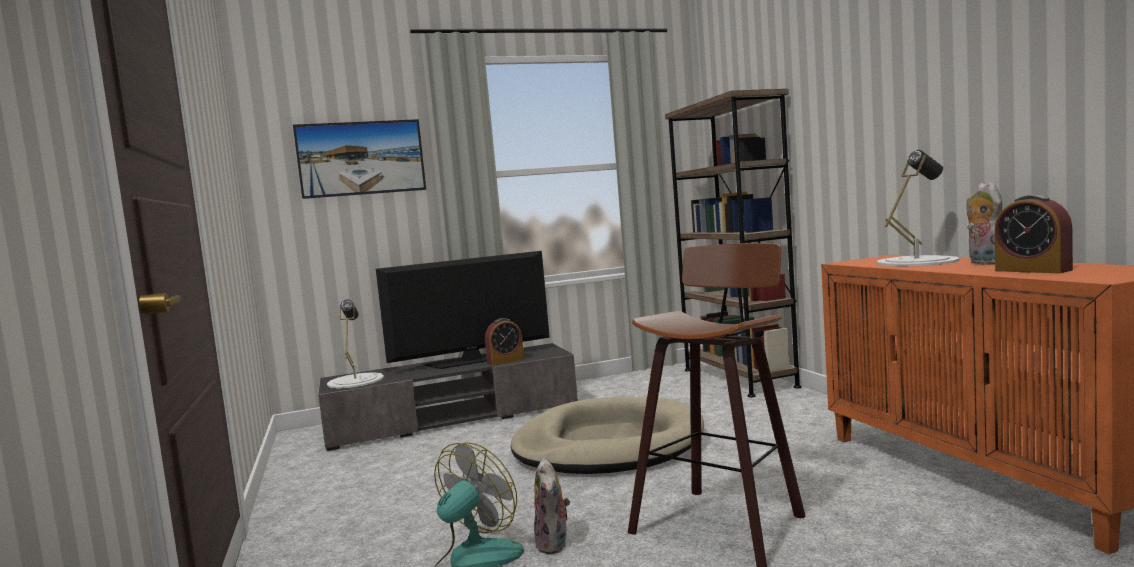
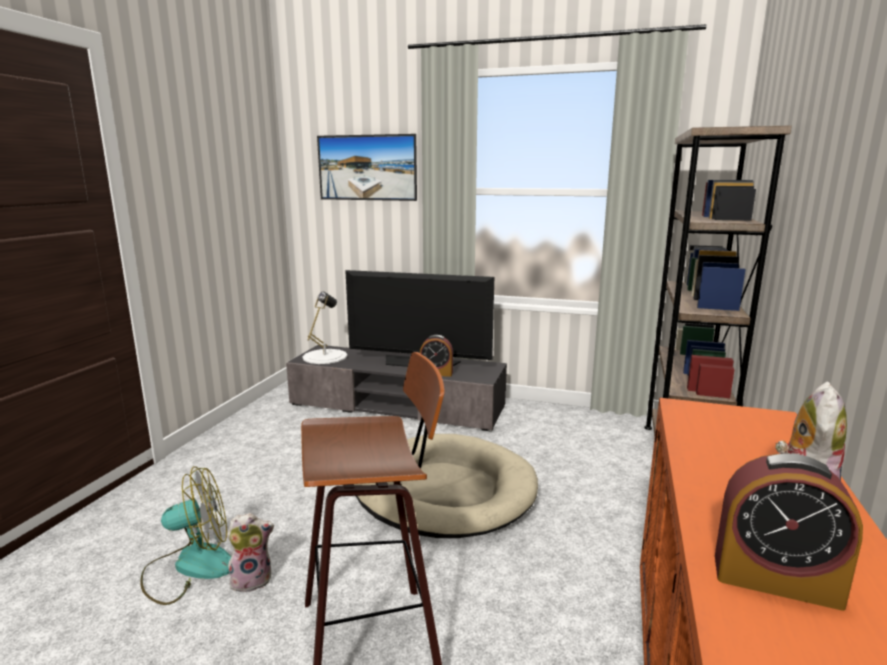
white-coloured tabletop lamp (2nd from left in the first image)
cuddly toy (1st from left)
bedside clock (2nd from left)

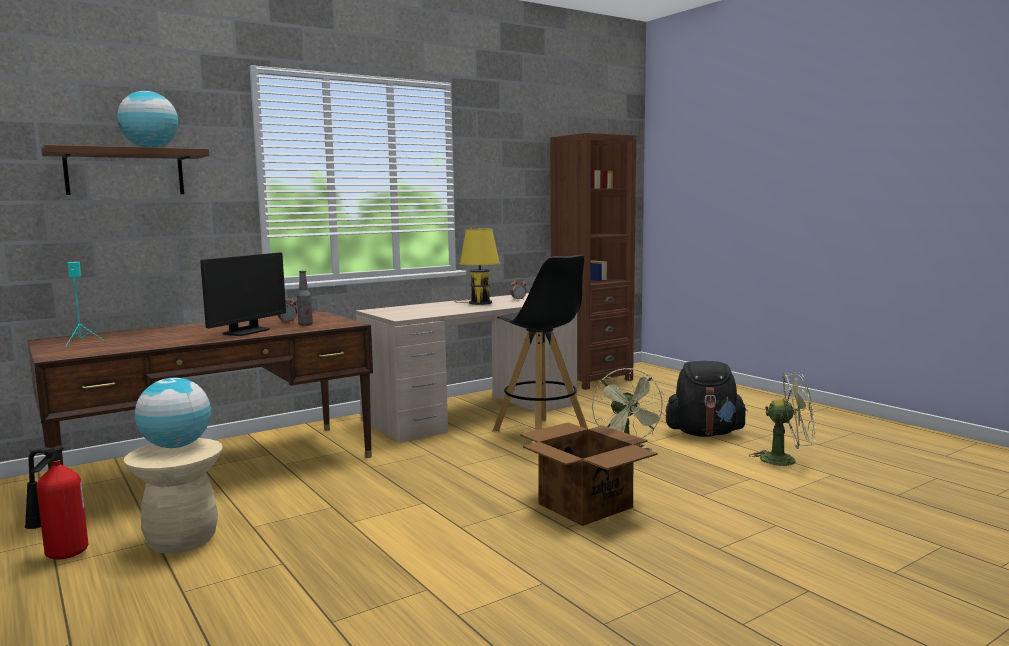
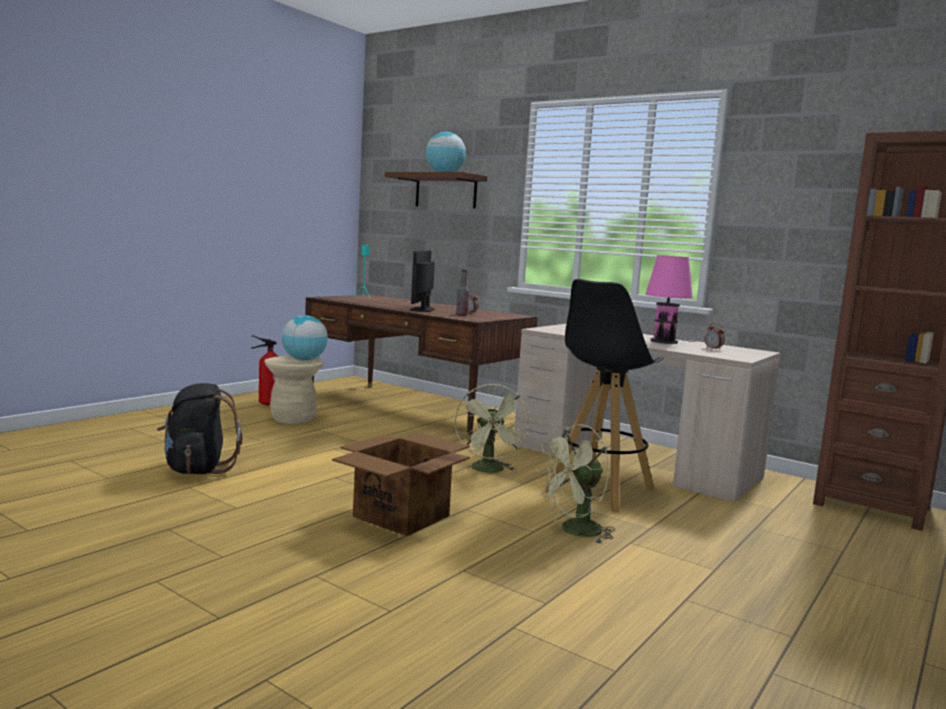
black-coloured knapsack
green cooling fan (1st from left)
pink tabletop lamp
computer display

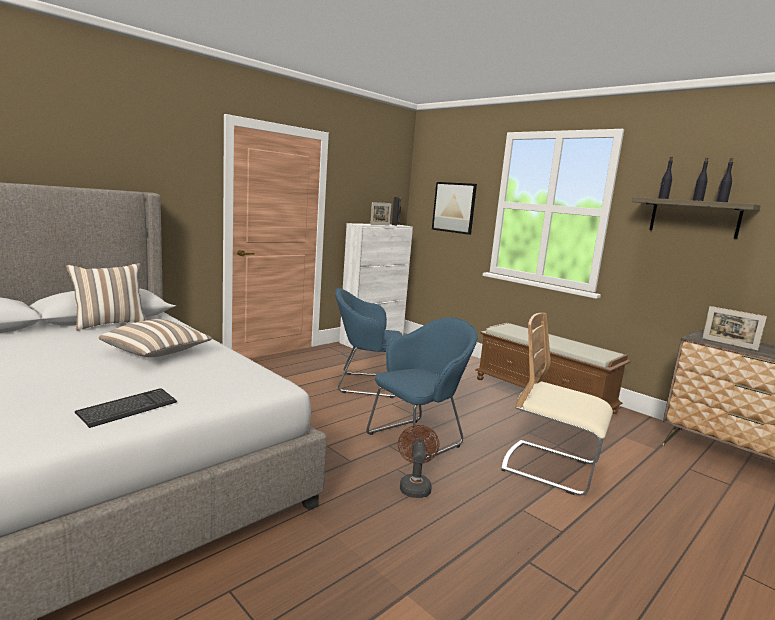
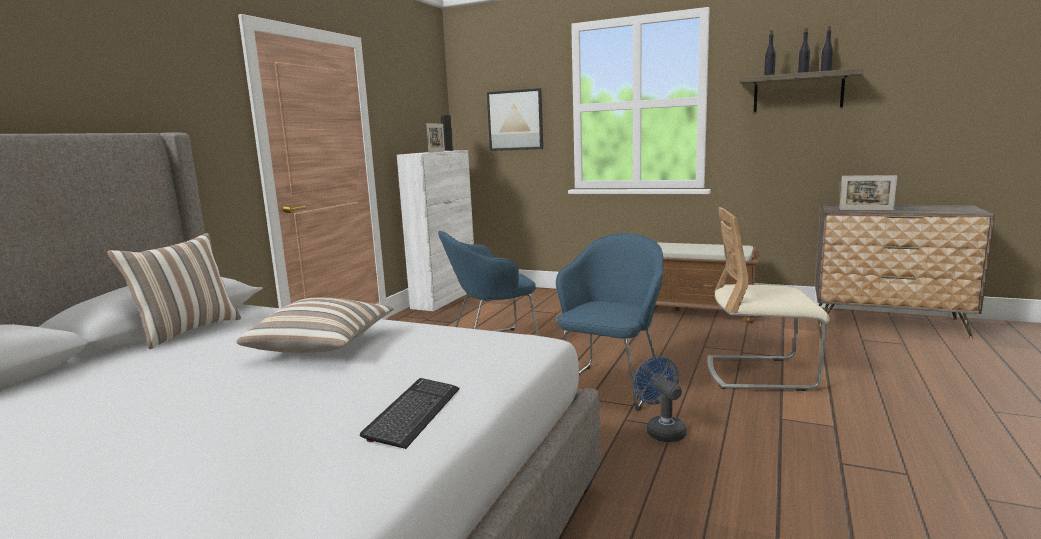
bluish cooling fan

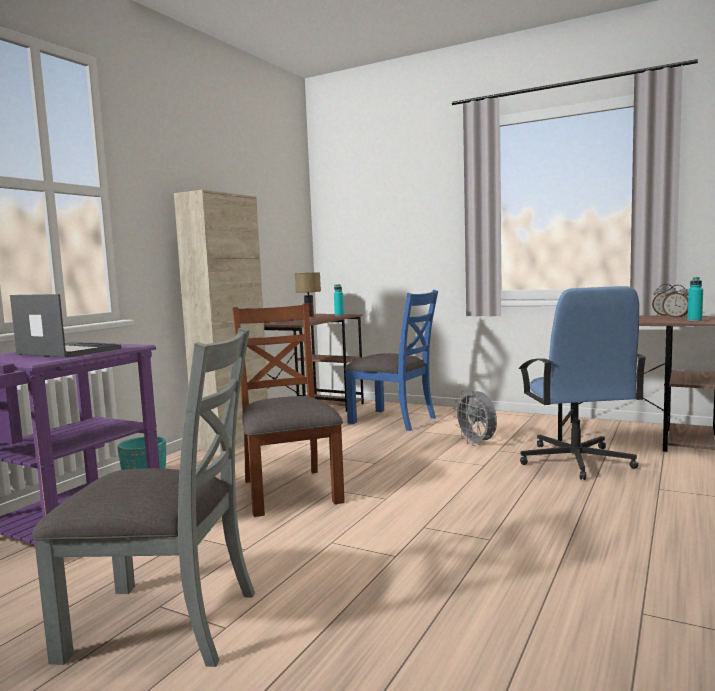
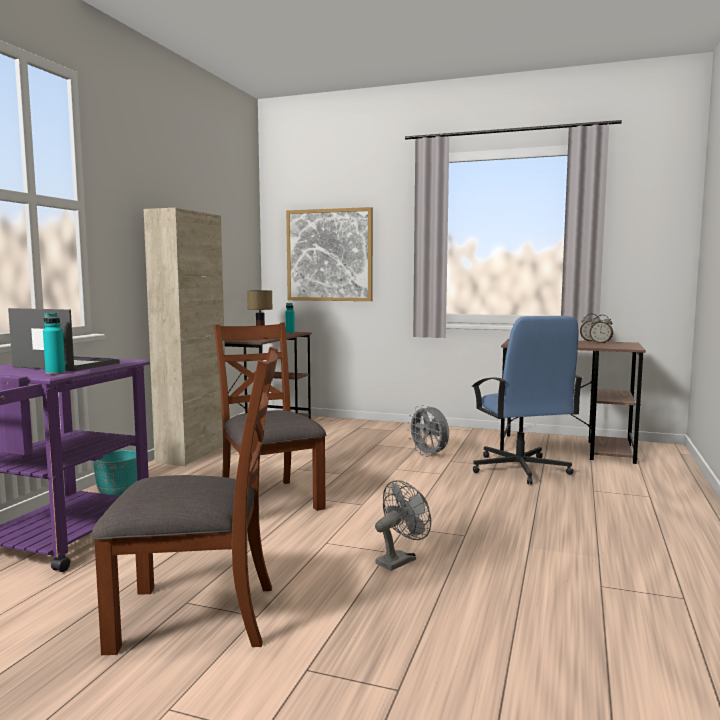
bluish upright chair
picture
grey cooling fan (1st from left)
turquoise drink bottle (1st from left)
brown upright chair (1st from left)

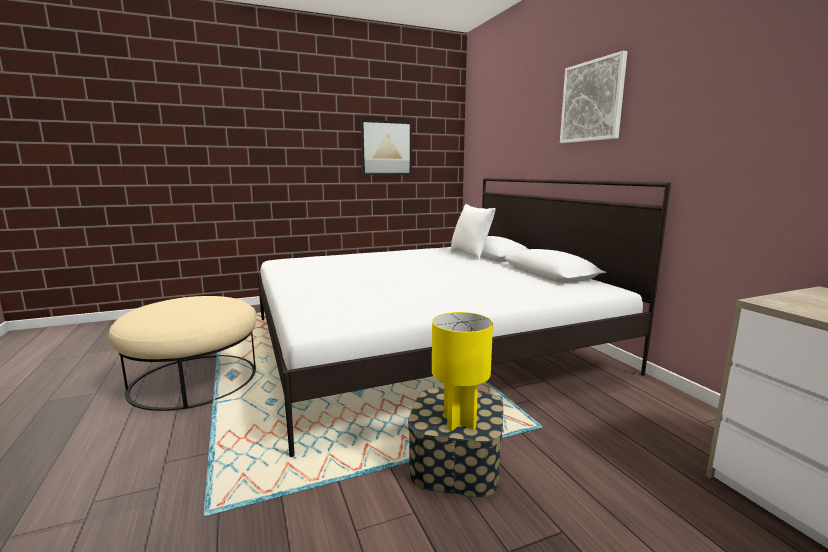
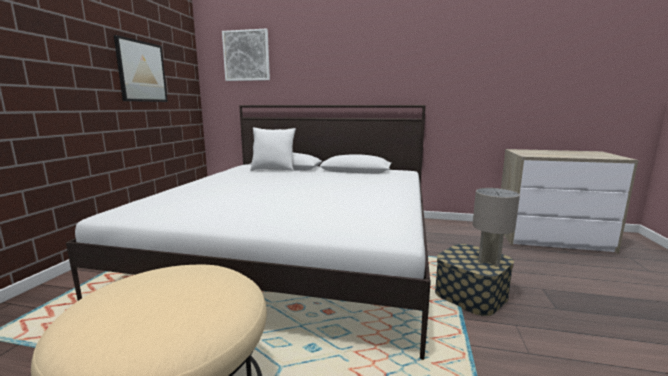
picture (2nd from left)
grey tabletop lamp

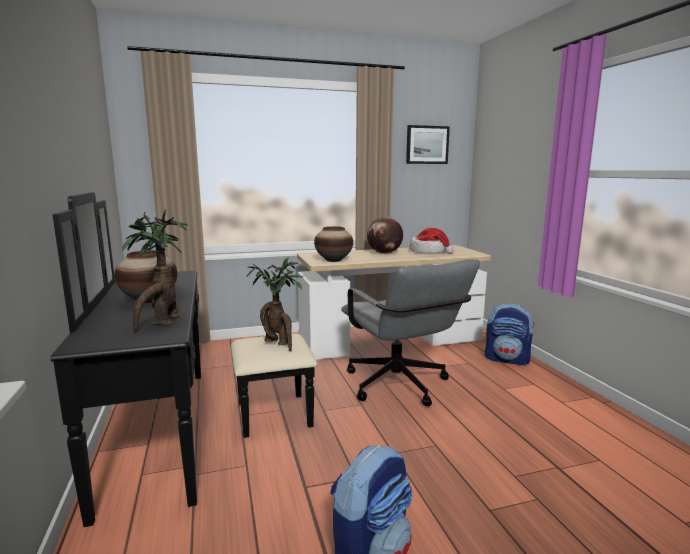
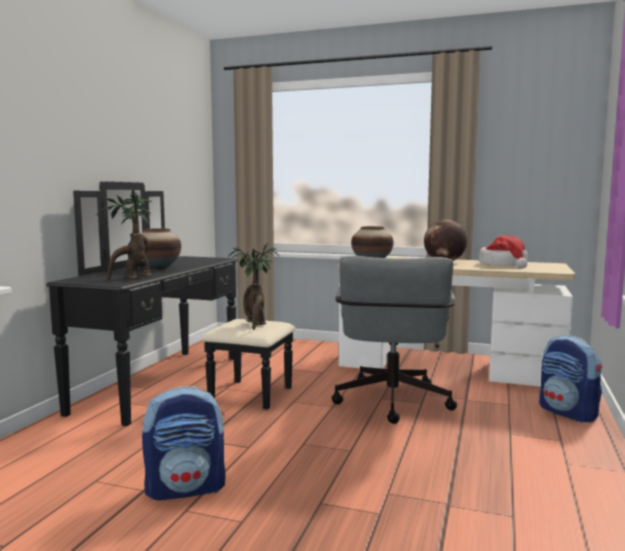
picture

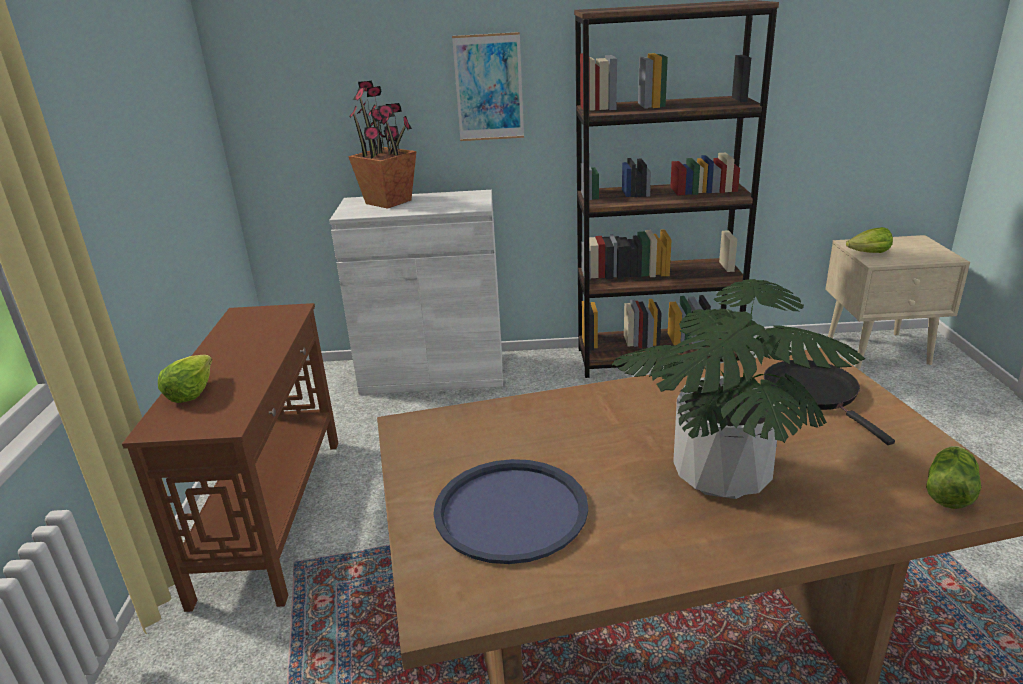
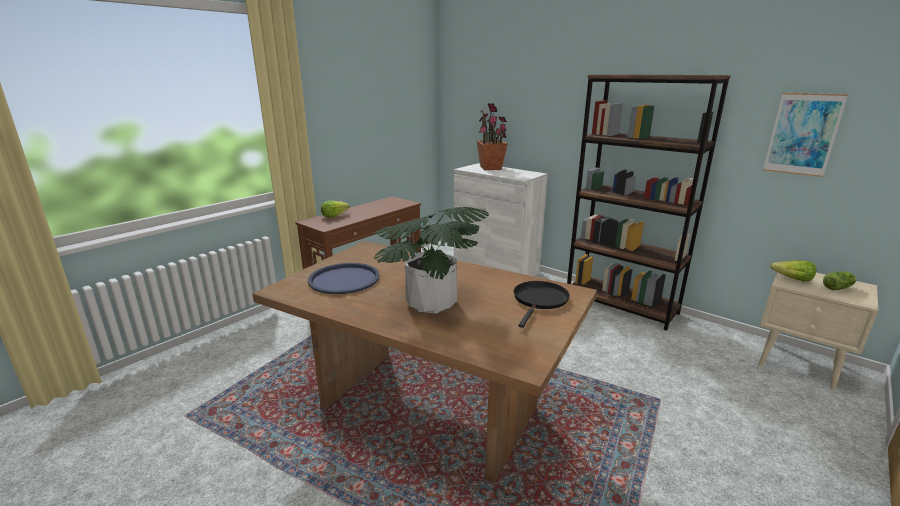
picture
lettuce (3rd from left)

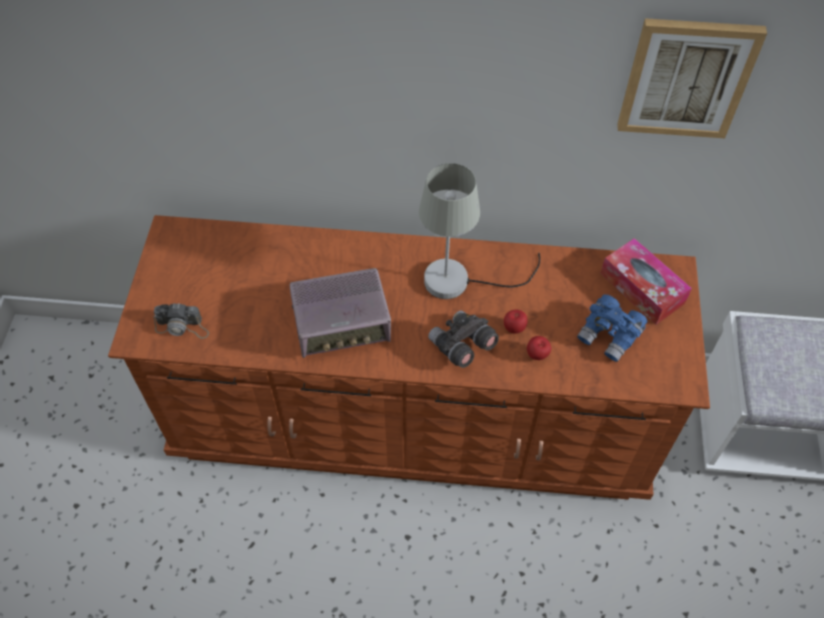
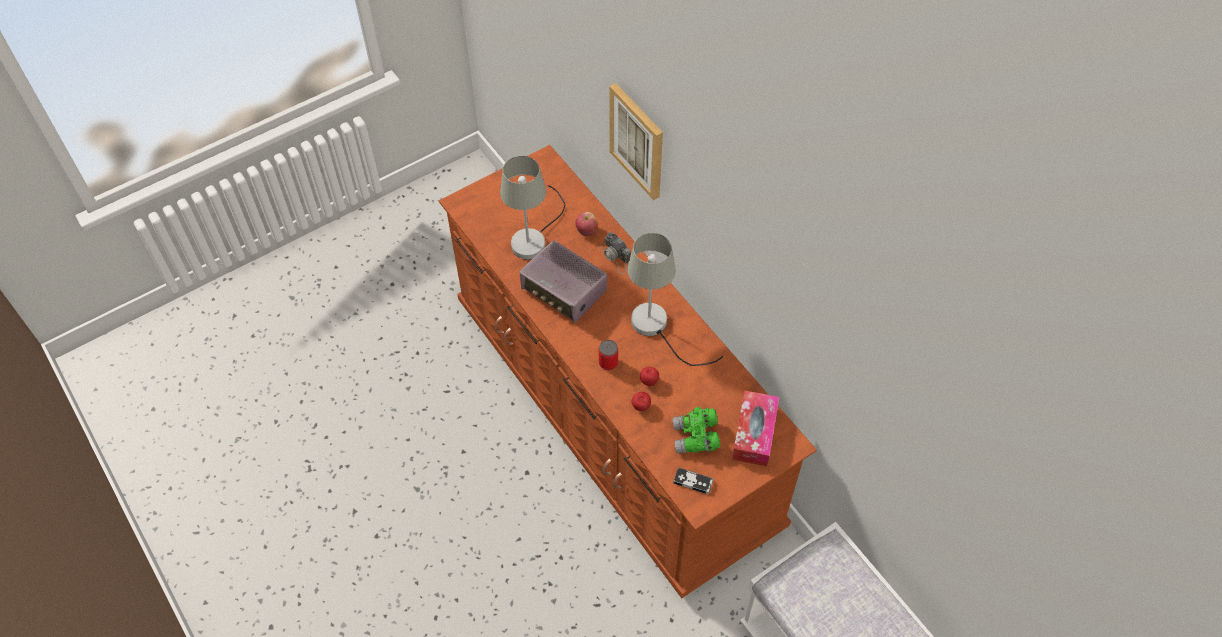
grey tabletop lamp (1st from left)
apple fruit (1st from left)
game controller
photo camera
picture
can
green pair of binoculars

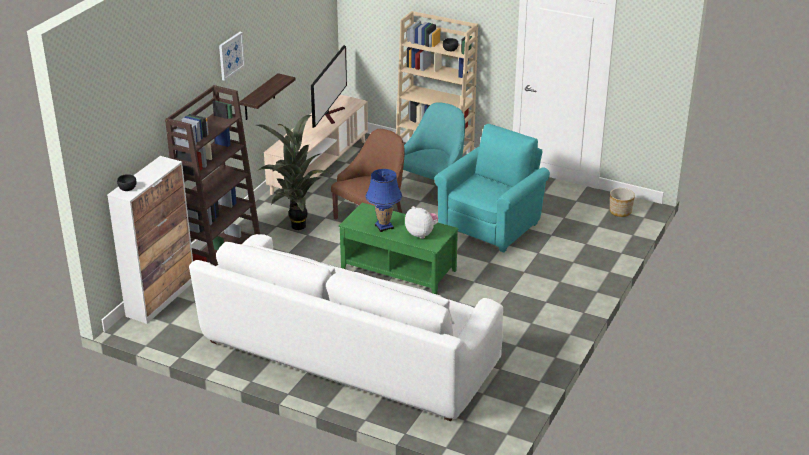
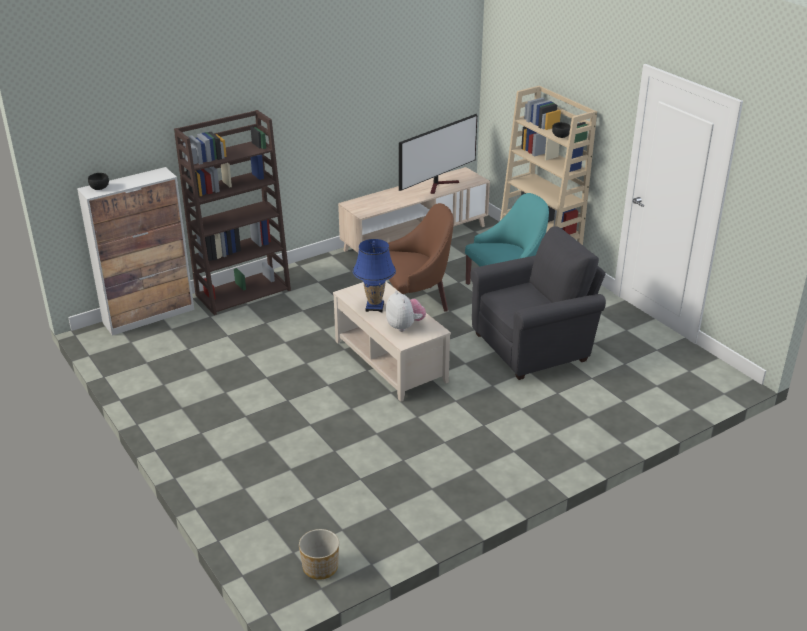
white-coloured sofa
picture
bracket shelf
plant in a pot
plant pot
beige-coloured lounge table
grey lounge chair

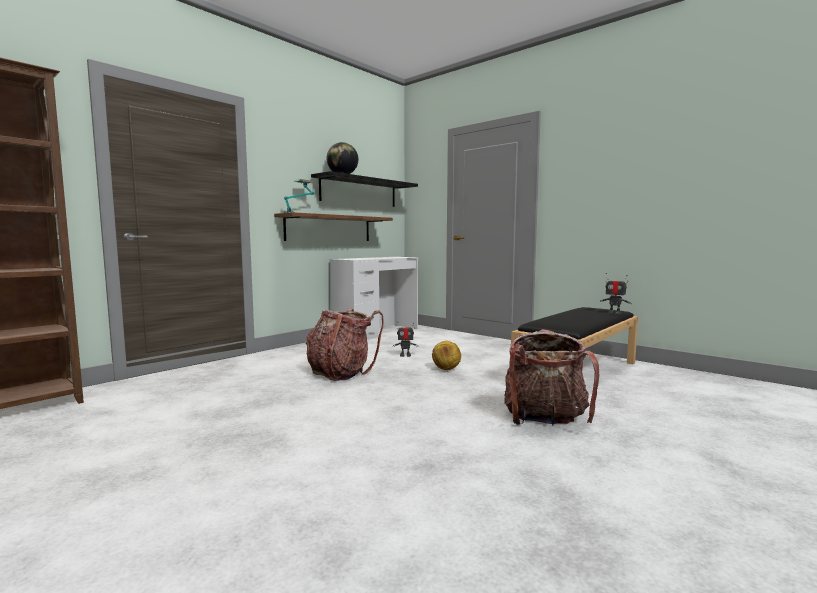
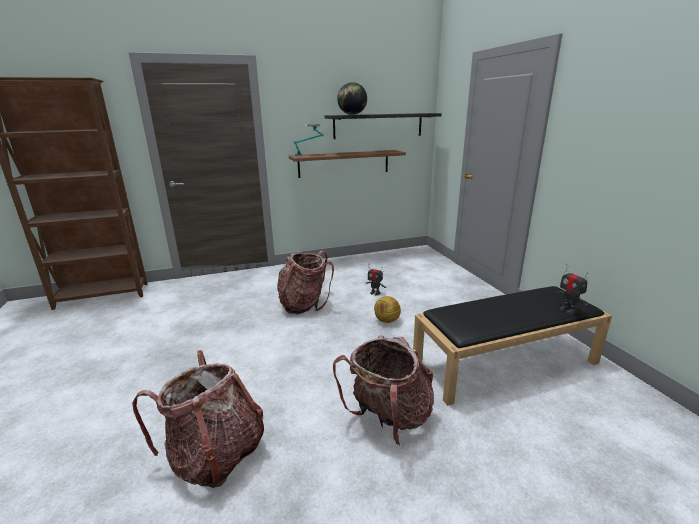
white-coloured desk
knapsack (1st from left)

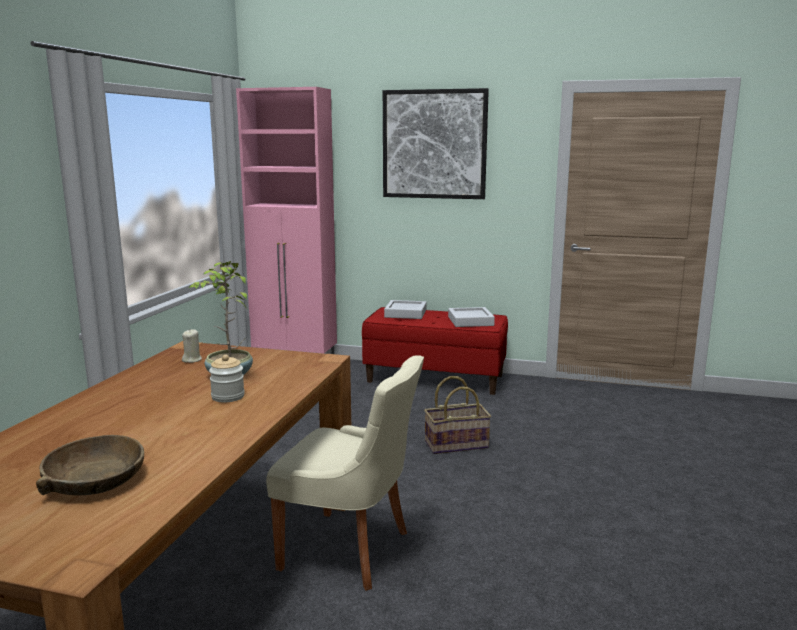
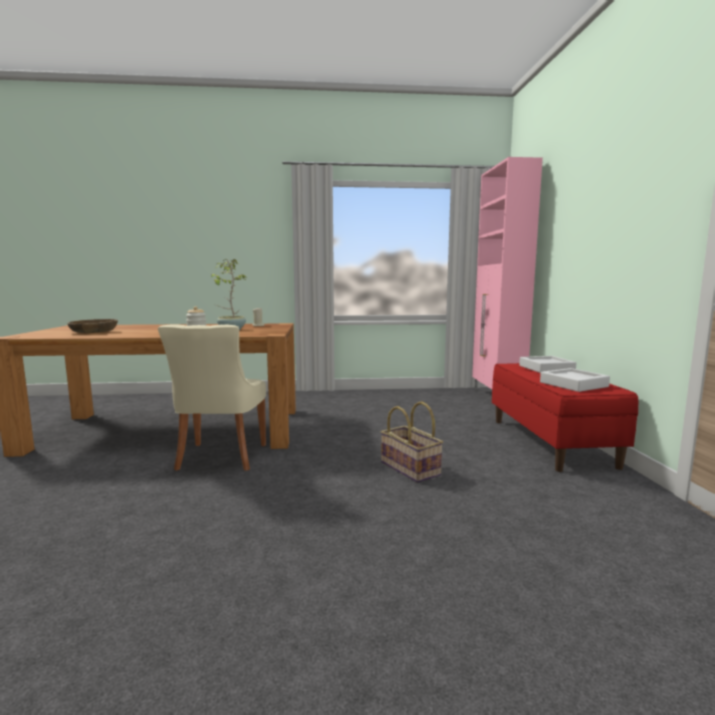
picture

